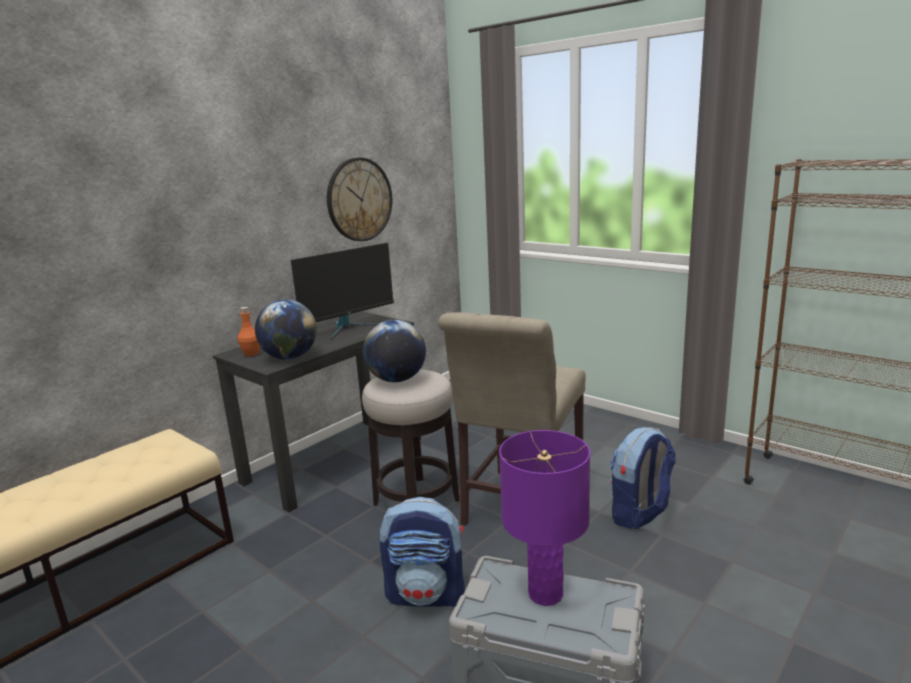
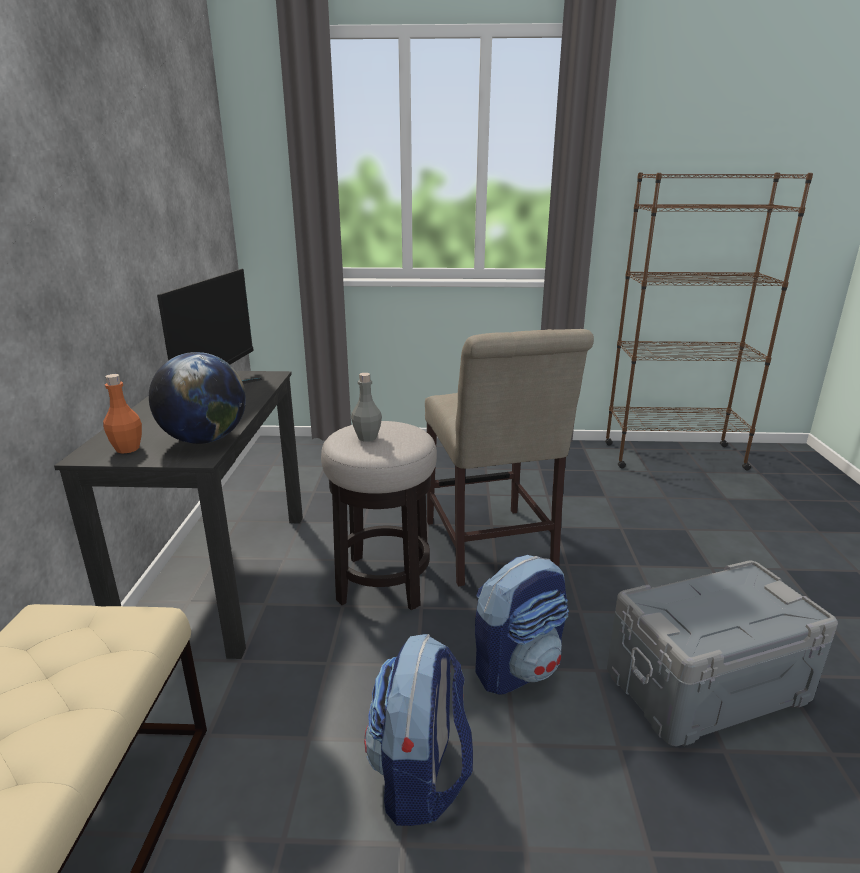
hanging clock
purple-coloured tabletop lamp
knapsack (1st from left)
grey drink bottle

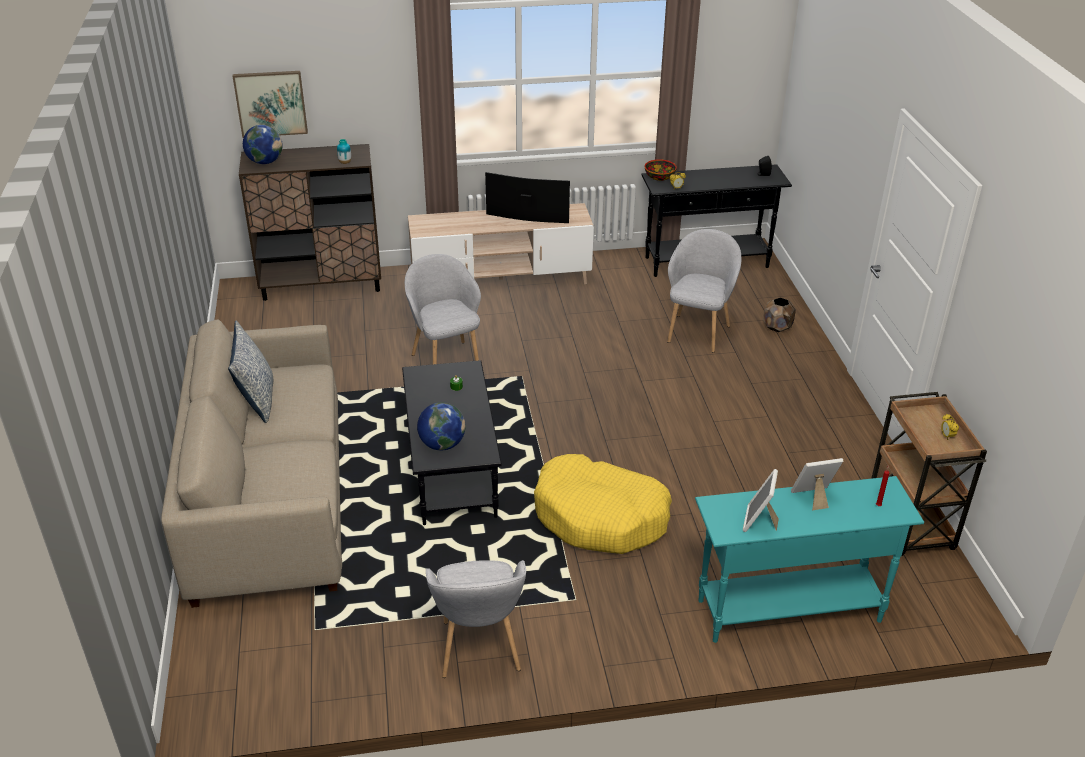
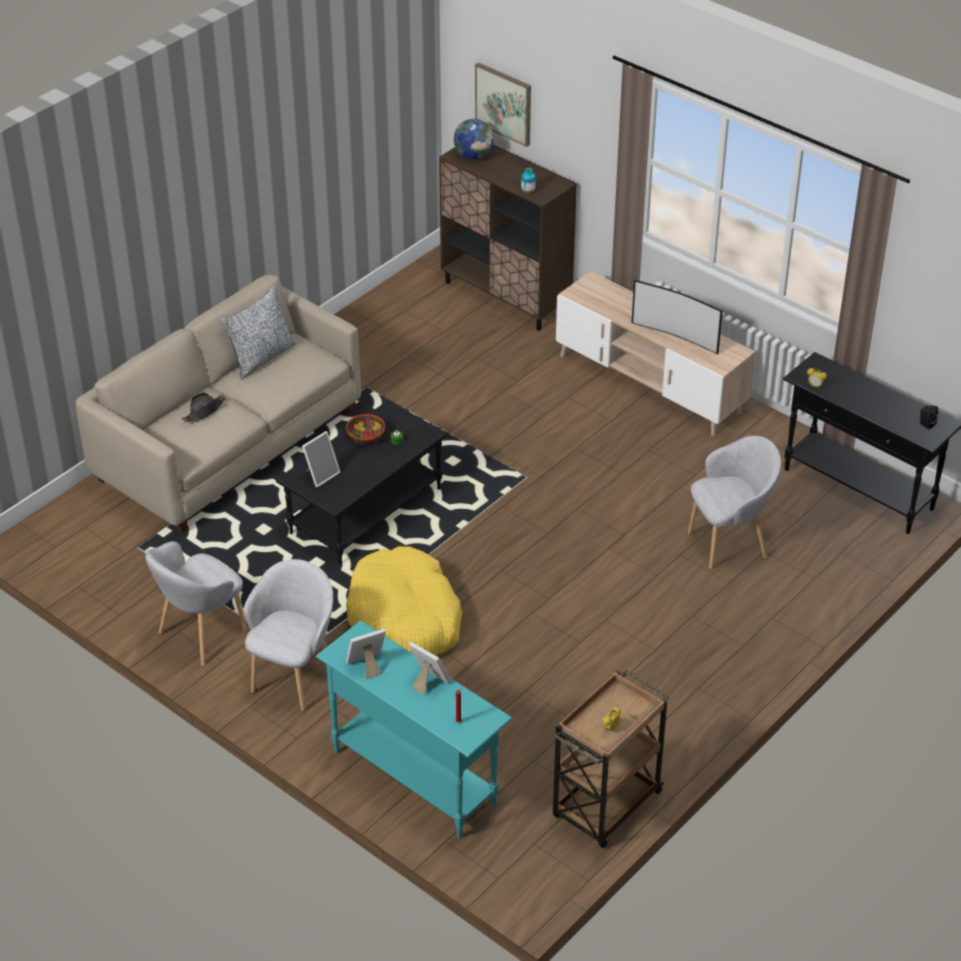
brown plant pot
black-coloured wearable hat
grey lounge chair (2nd from left)
serving bowl
picture frame (1st from left)
TV set

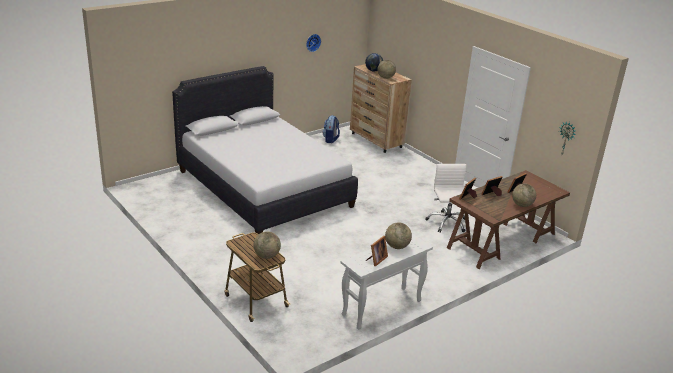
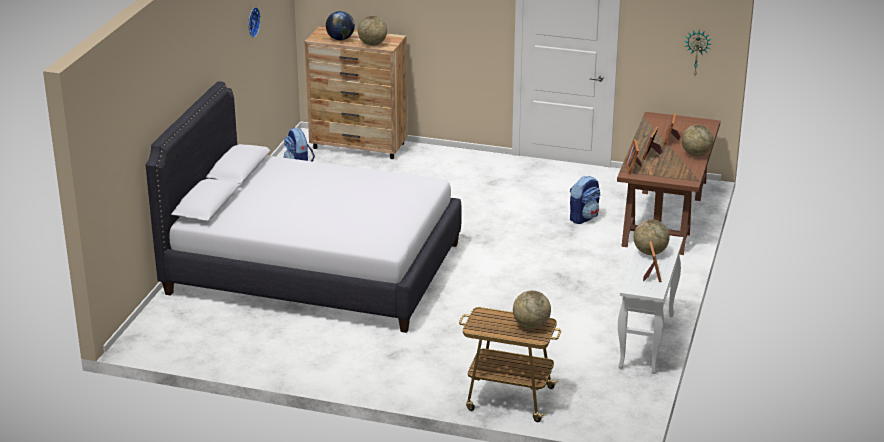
knapsack (2nd from left)

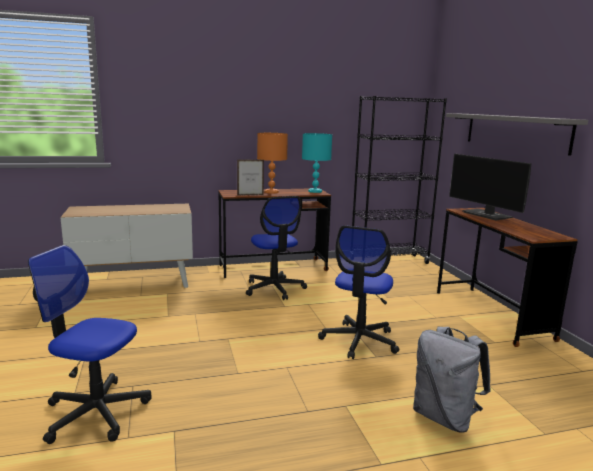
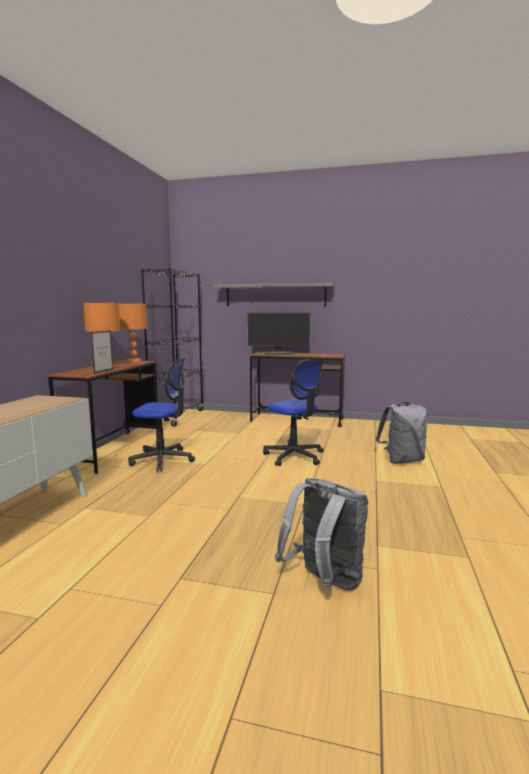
grey knapsack (1st from left)
orange tabletop lamp (2nd from left)

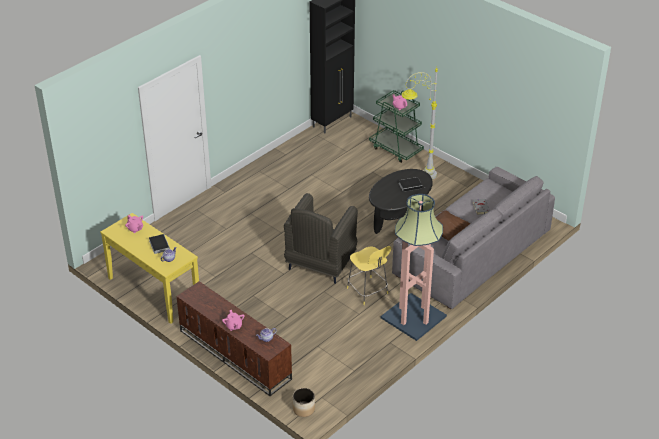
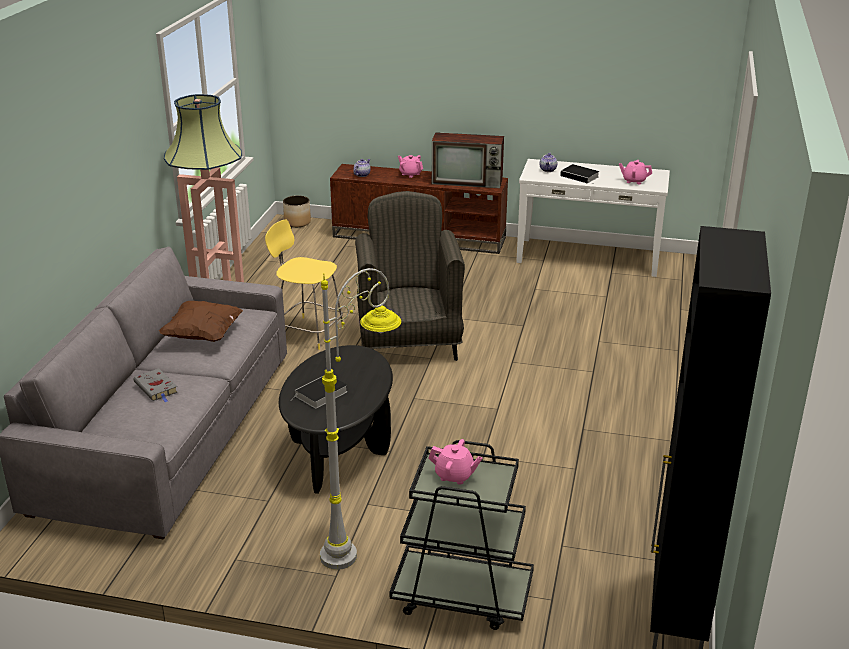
TV set
white-coloured narrow table
black-coloured trolley

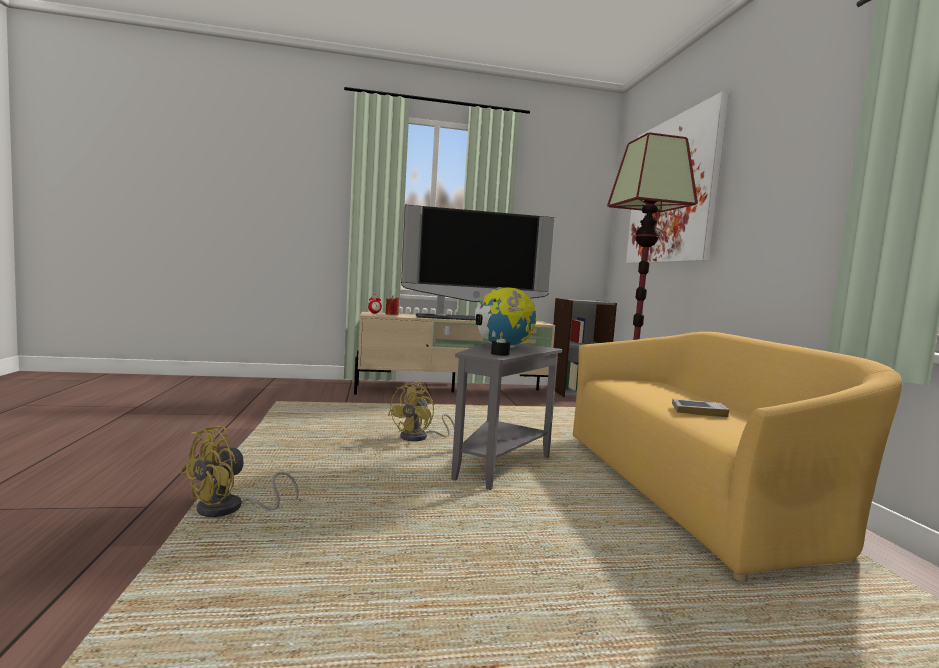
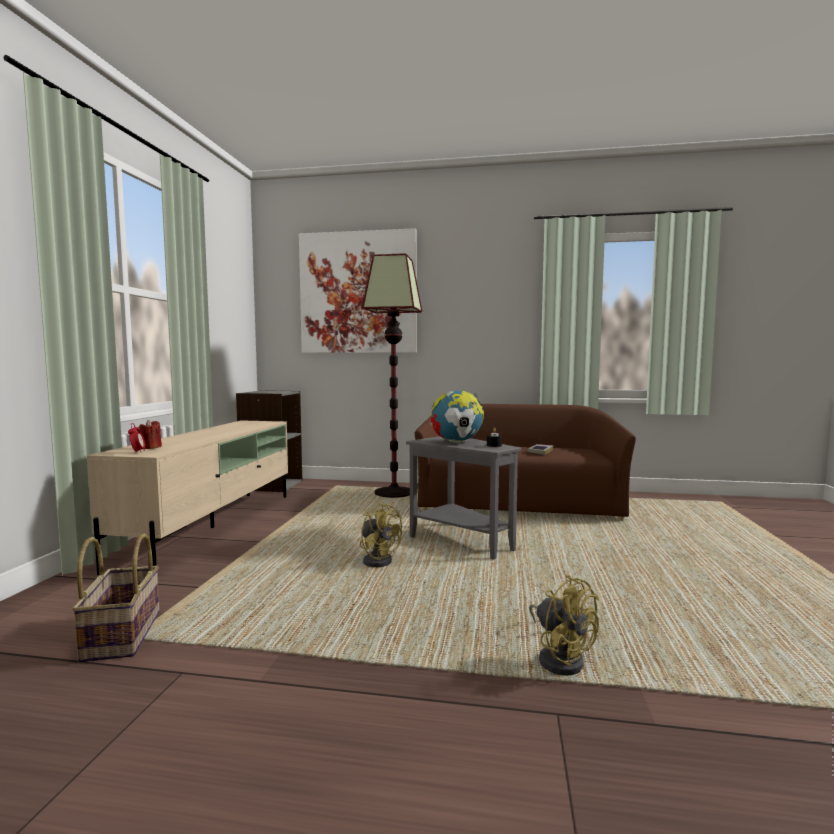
TV set
household basket
brown sofa

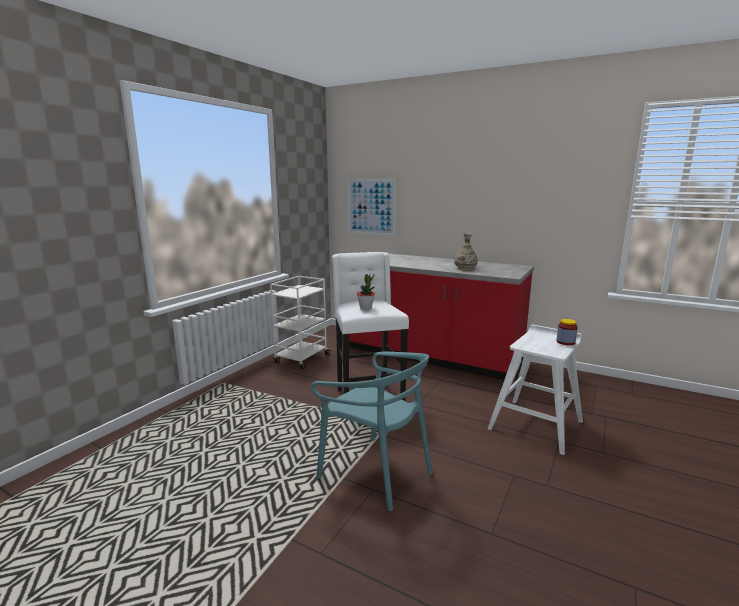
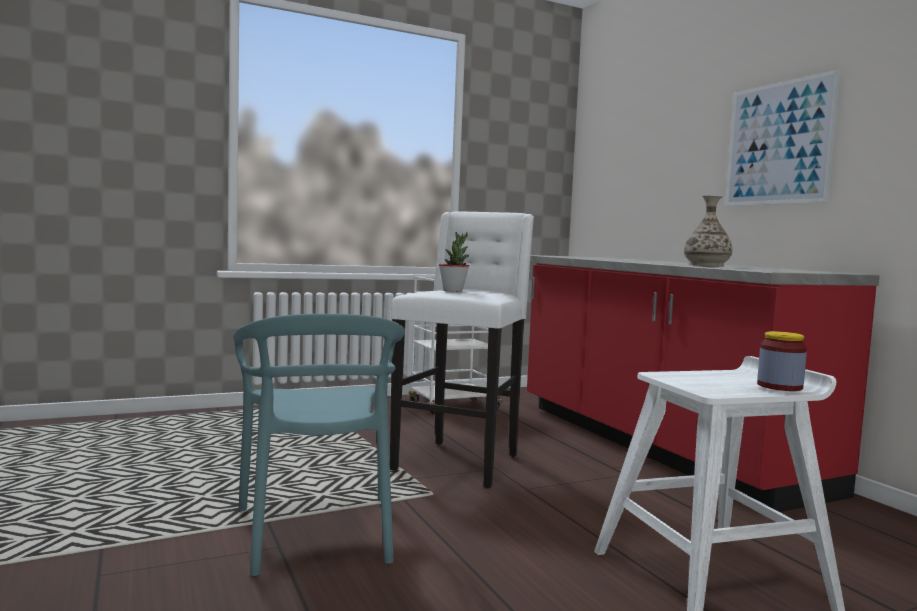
picture

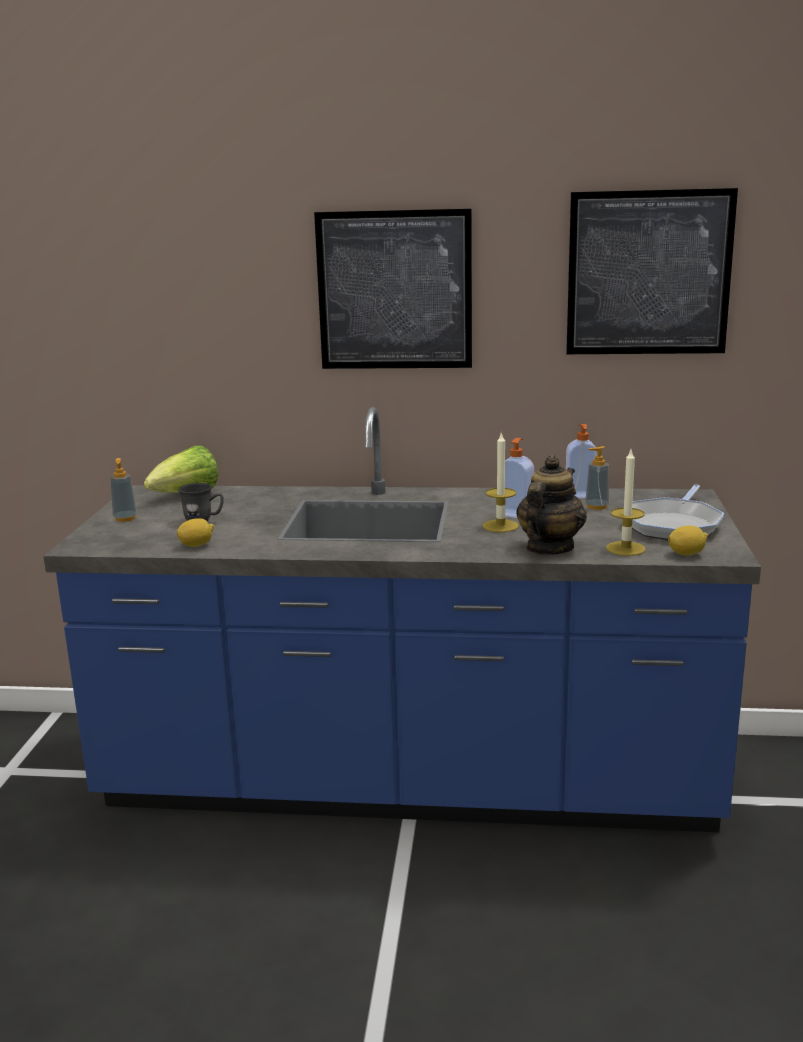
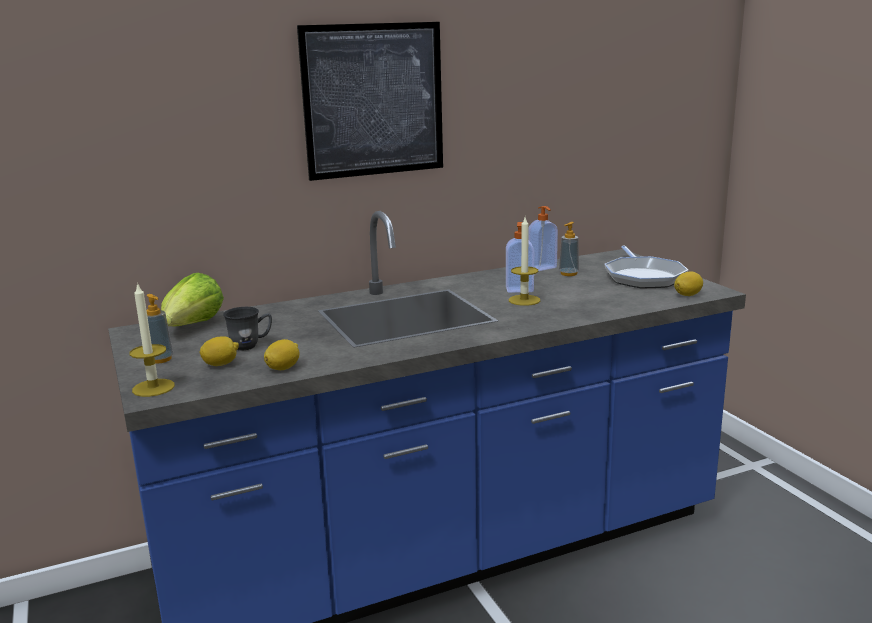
pot for tea
picture (2nd from left in the first image)
whole lemon (1st from left)
wax candle (1st from left)

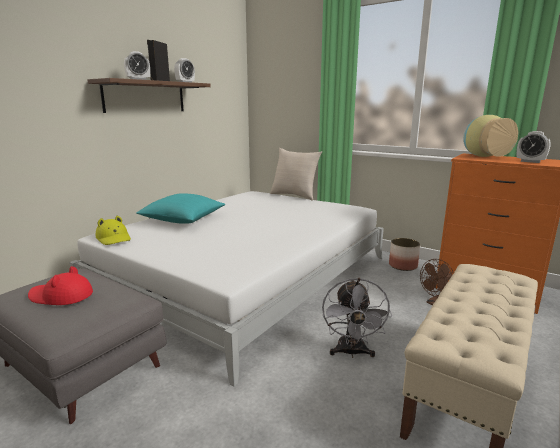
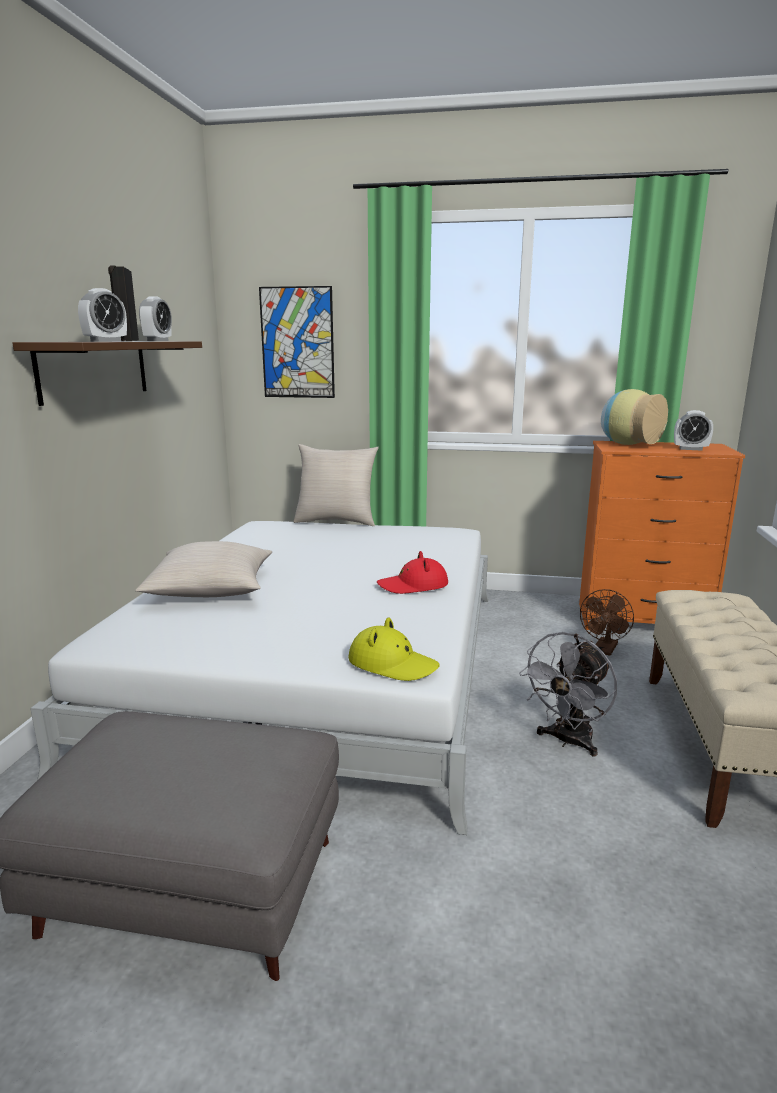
plant pot
picture
reddish wearable hat
yellow-coloured wearable hat
beige-coloured cushion (1st from left)
grey cooling fan

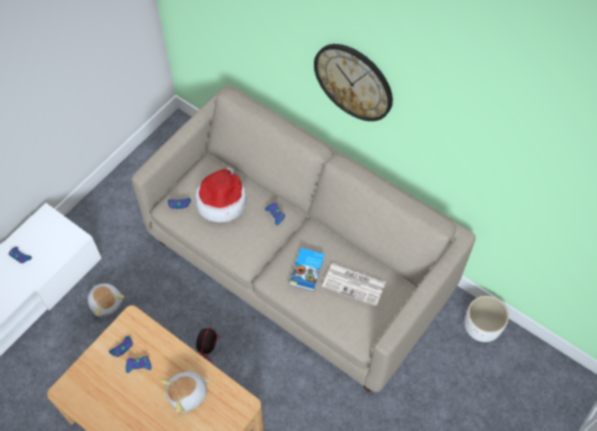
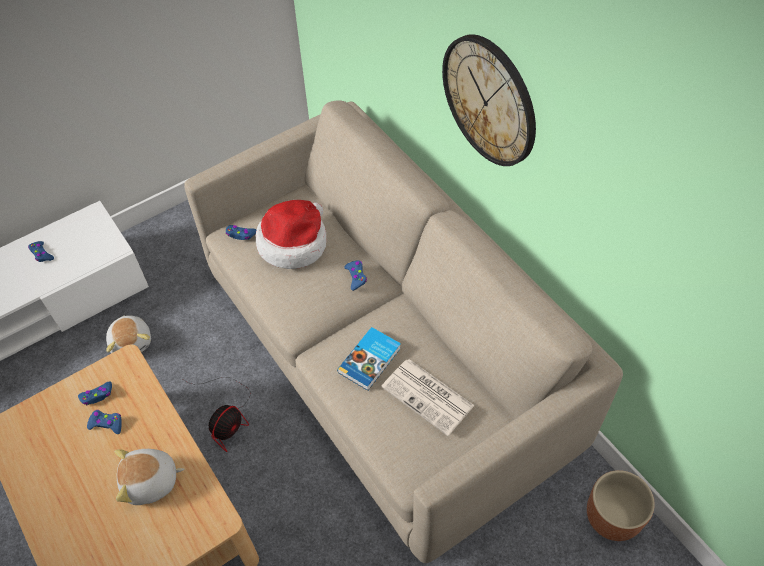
brown plant pot

